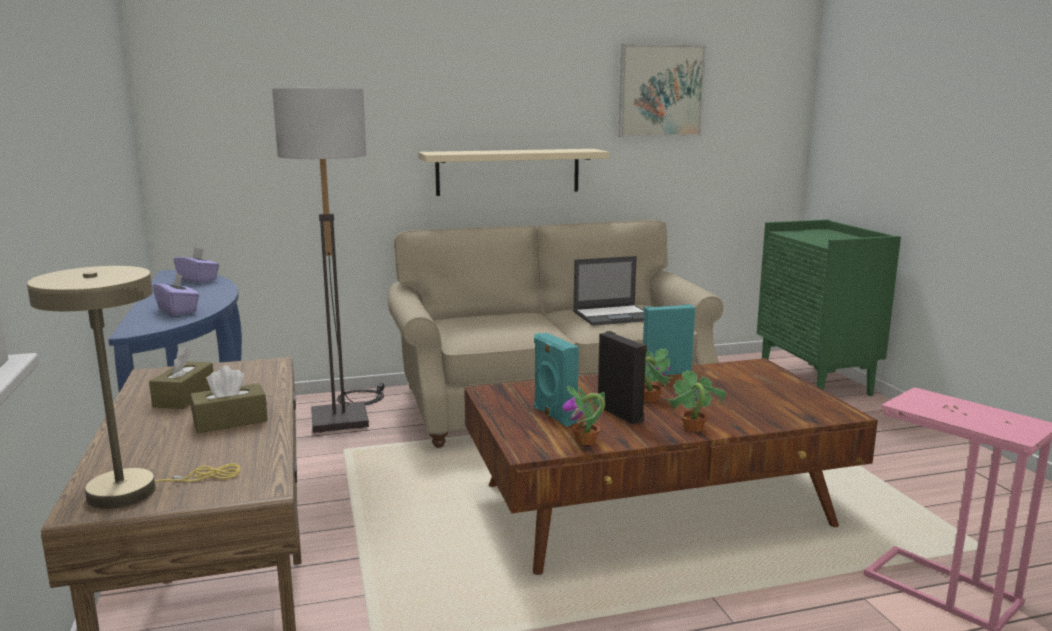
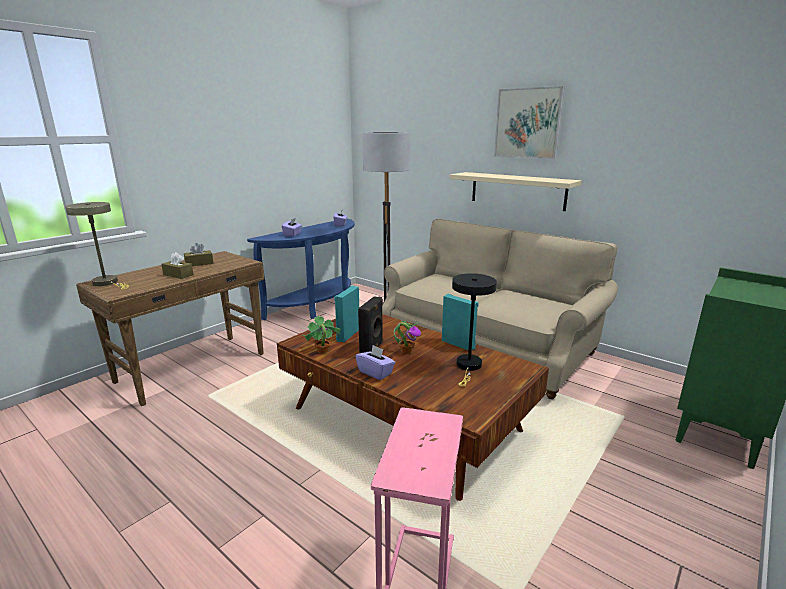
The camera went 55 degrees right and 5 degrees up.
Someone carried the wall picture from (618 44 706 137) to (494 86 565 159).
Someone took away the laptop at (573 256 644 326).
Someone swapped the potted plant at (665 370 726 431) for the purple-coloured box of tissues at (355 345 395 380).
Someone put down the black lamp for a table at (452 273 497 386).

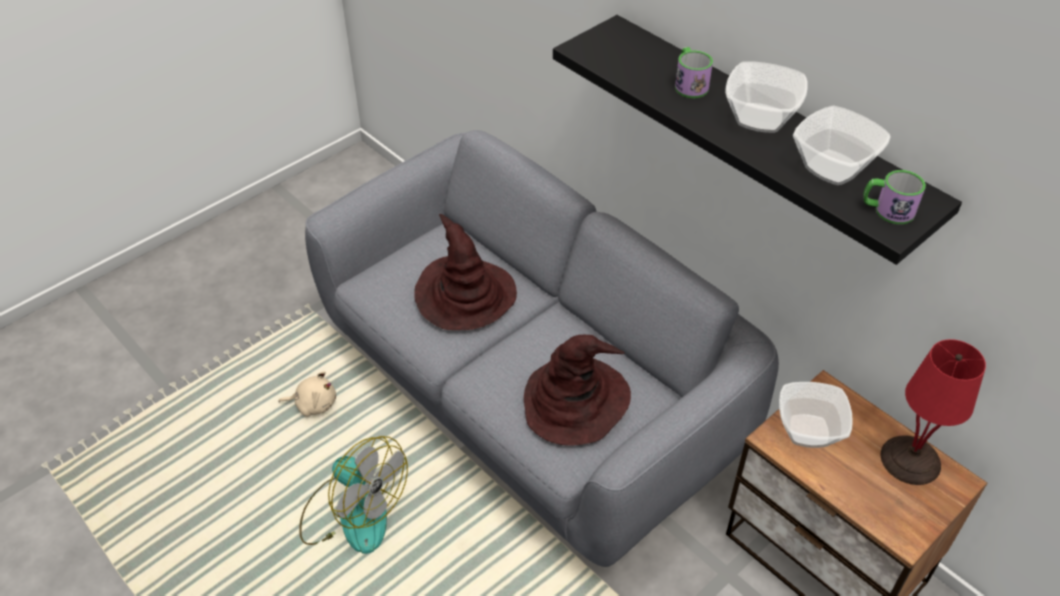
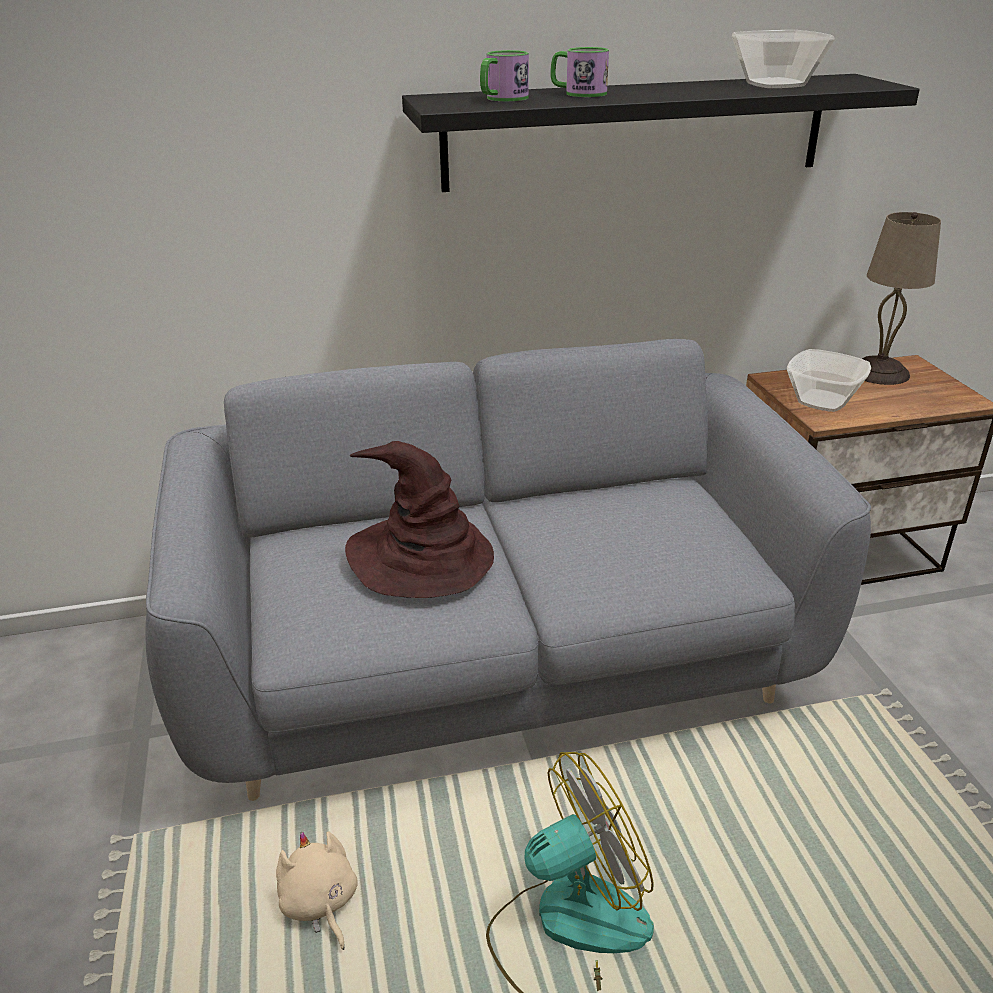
The camera went 60 degrees left and 15 degrees down.
Someone took away the serving bowl at (725 61 808 133).
Someone carried the coffee mug from (863 170 926 224) to (480 50 529 101).
Someone took away the brown hat at (524 335 631 446).
Someone repainted the red-coloured lamp for a table at (880 339 986 485), which became the beige lamp for a table at (862 212 941 385).
Someone rotated the beige cuddly toy at (279 371 336 417) by 60 degrees counterclockwise.

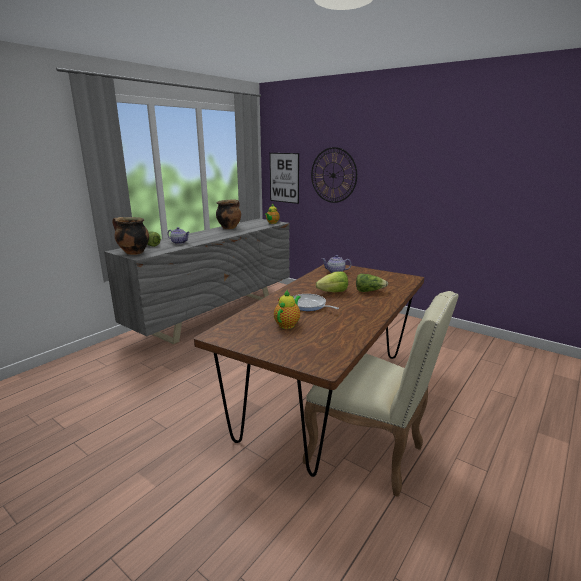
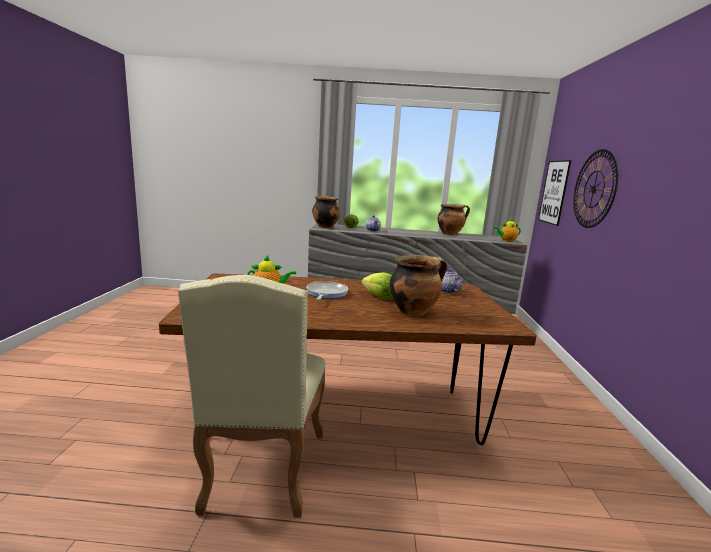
The camera went 55 degrees right and 5 degrees down.
Someone swapped the lettuce at (356 274 388 292) for the stockpot at (390 255 447 316).

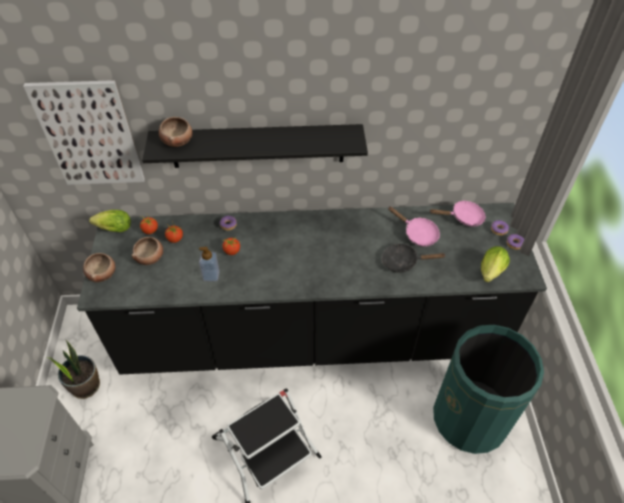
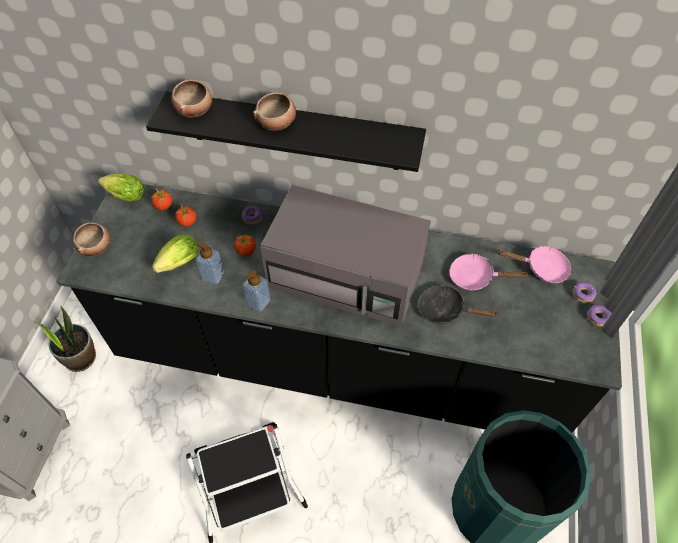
The camera went 15 degrees right and 5 degrees up.
Someone took away the wall picture at (23 80 145 185).
Someone rotated the pink-coloured skillet at (388 206 440 247) by 135 degrees clockwise.
Someone carried the serving bowl from (132 237 163 265) to (253 92 296 131).
Someone carried the lettuce from (481 246 510 282) to (152 234 198 273).
Someone put down the grey microwave oven at (260 185 431 327).
Someone put down the soap dispenser at (242 270 270 312).

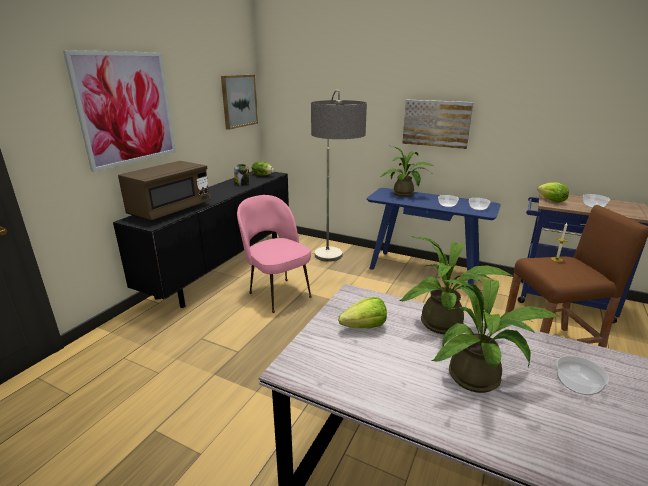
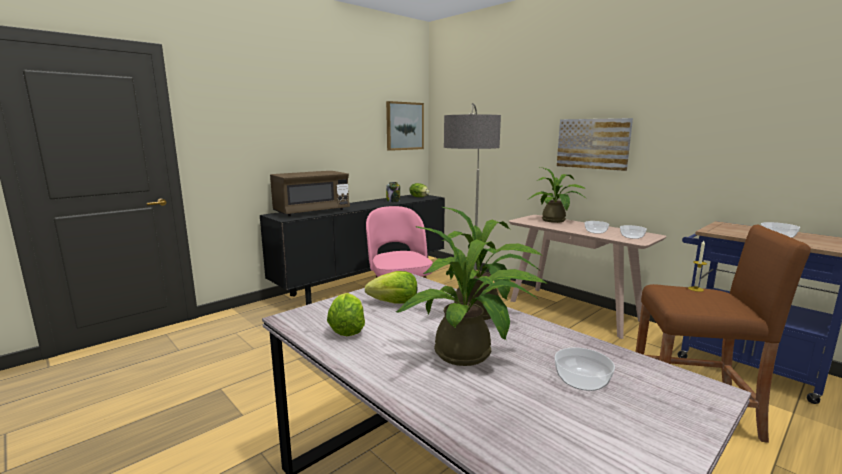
The camera went 20 degrees right and 10 degrees down.
Someone took away the wall picture at (63 50 176 172).
Someone carried the lettuce from (537 182 569 203) to (327 293 365 336).
Someone repainted the blue hall table at (367 188 501 285), which became the beige hall table at (509 215 666 339).

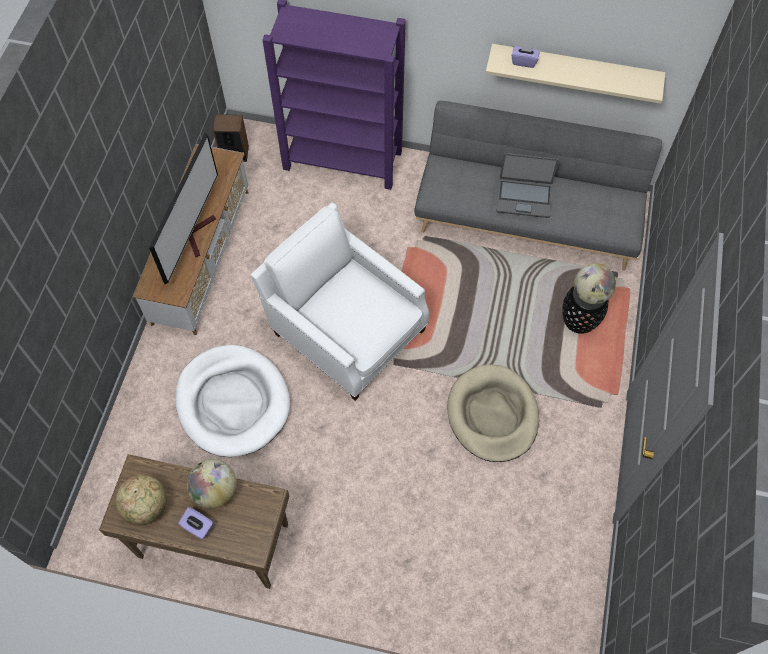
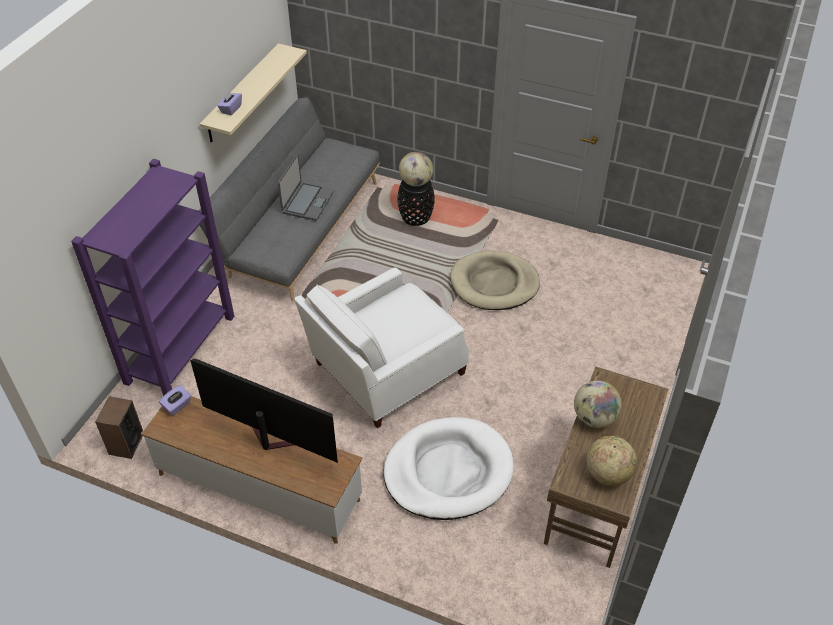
The camera went 80 degrees left and 15 degrees down.
Someone carried the purple-coloured box of tissues from (178 507 213 539) to (159 385 191 415).

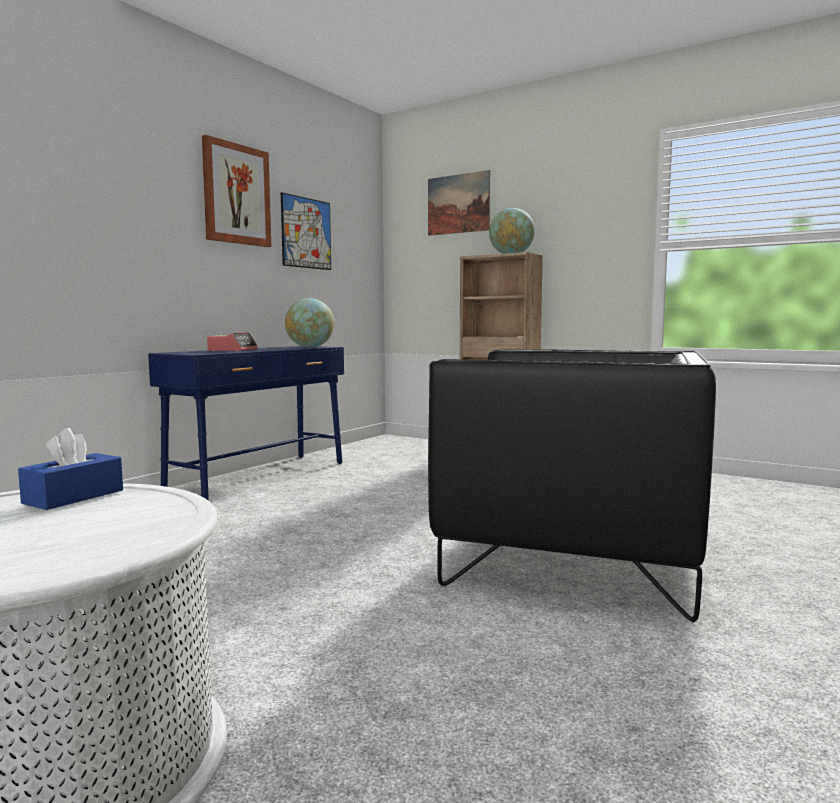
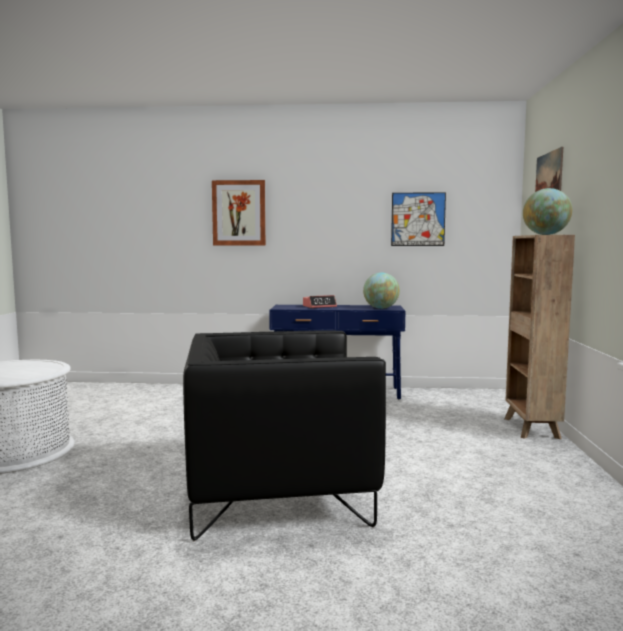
The camera went 60 degrees right and 0 degrees up.
Someone carried the wall picture from (202 135 271 247) to (212 180 266 245).
Someone rotated the black easy chair at (428 349 716 624) by 90 degrees clockwise.
Someone took away the blue box of tissues at (18 428 123 510).

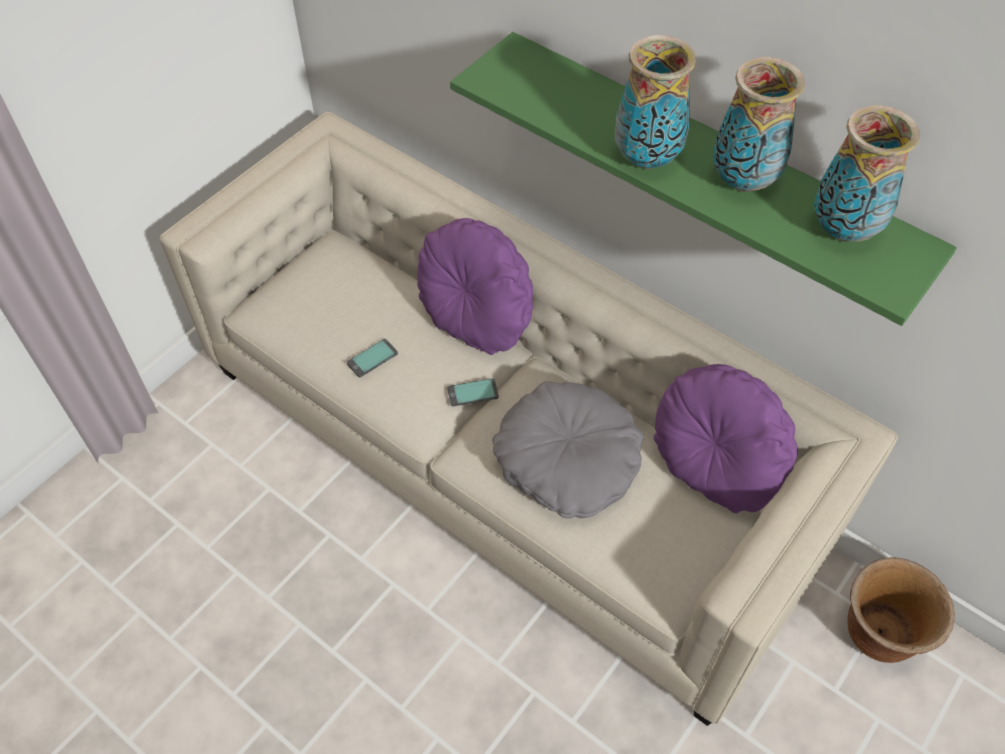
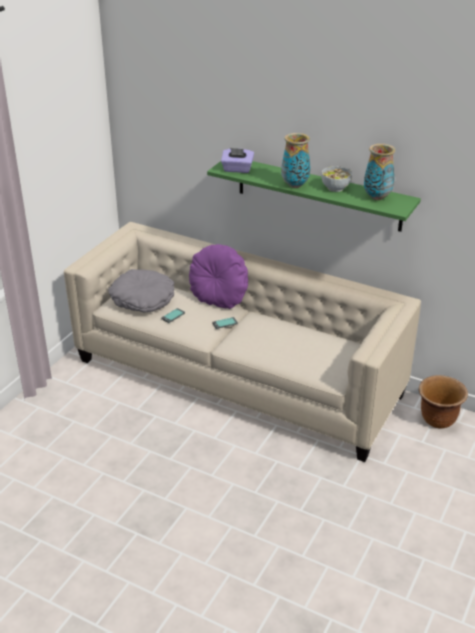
The camera went 10 degrees left and 20 degrees down.
Someone swapped the decorative vase at (713 57 805 192) for the serving bowl at (321 166 352 192).
Someone took away the purple-coloured cushion at (654 364 798 513).
Someone carried the grey cushion from (492 381 644 518) to (108 269 174 313).
Someone put down the purple-coloured box of tissues at (221 148 254 173).

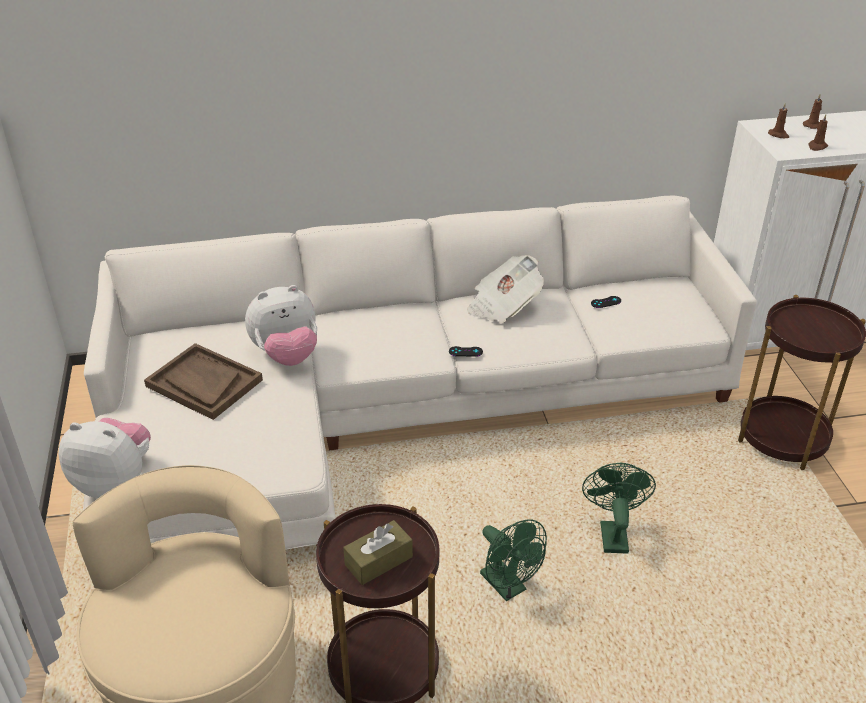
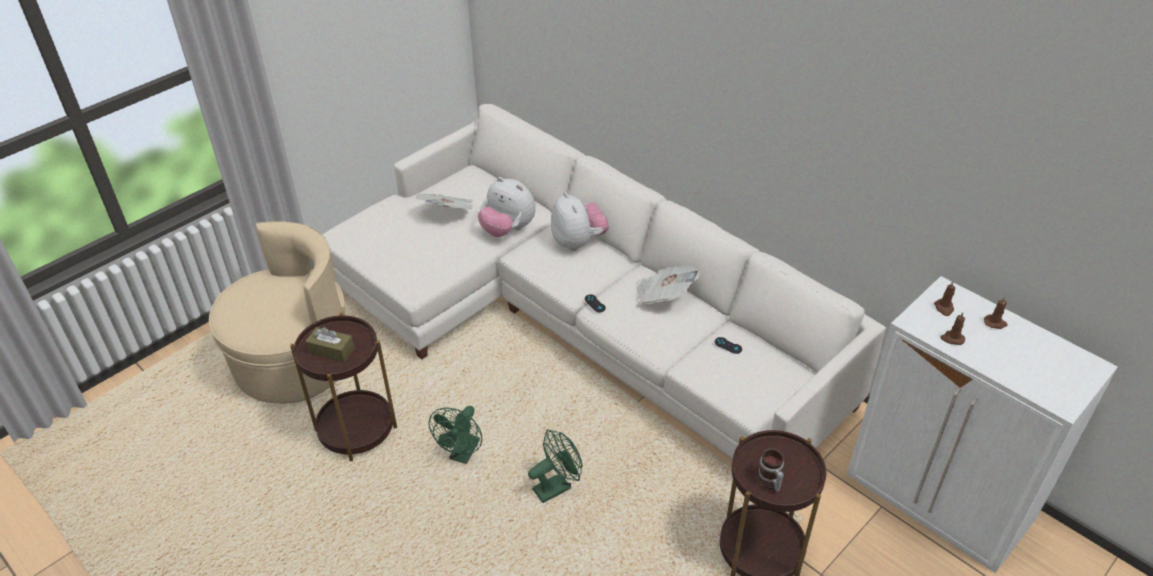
The camera went 55 degrees right and 5 degrees up.
Someone swapped the brown serving tray at (144 343 263 420) for the printed paper at (416 194 473 209).
Someone carried the cuddly toy from (59 418 151 498) to (551 192 609 251).
Someone put down the coffee mug at (755 448 784 492).

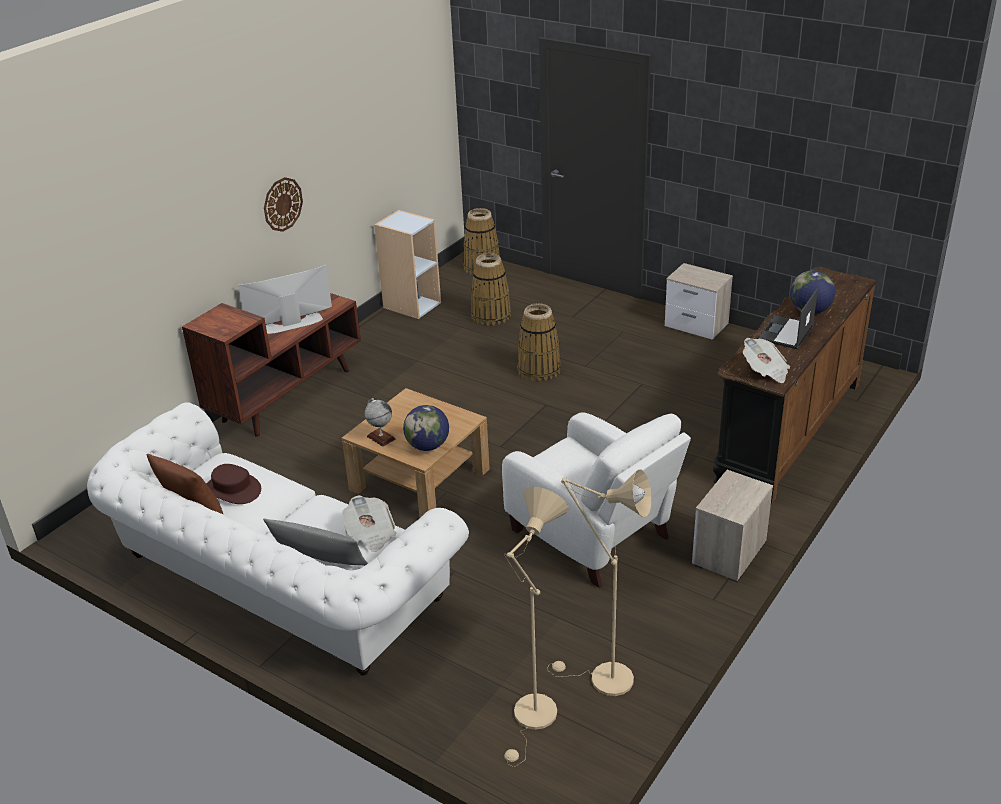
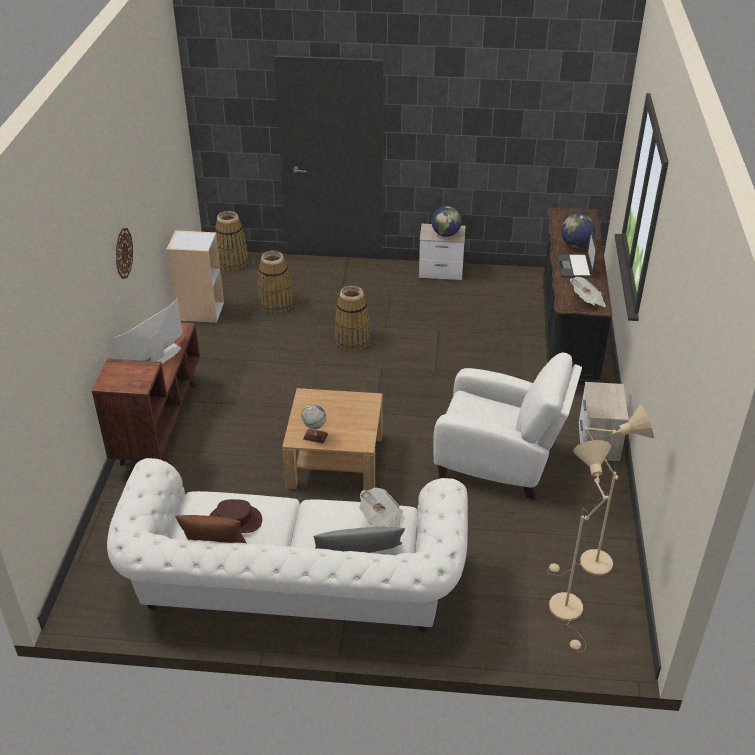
The camera went 30 degrees left and 5 degrees up.
Someone carried the desk globe from (403 405 449 451) to (431 206 462 237).

